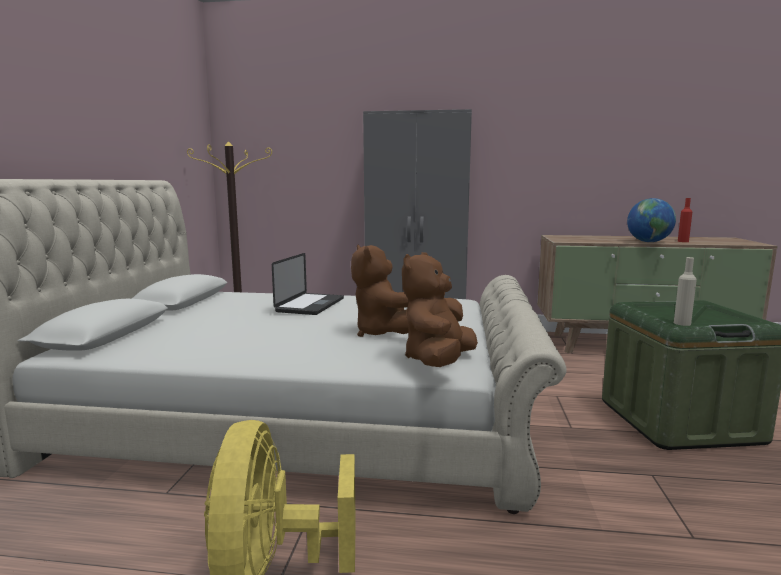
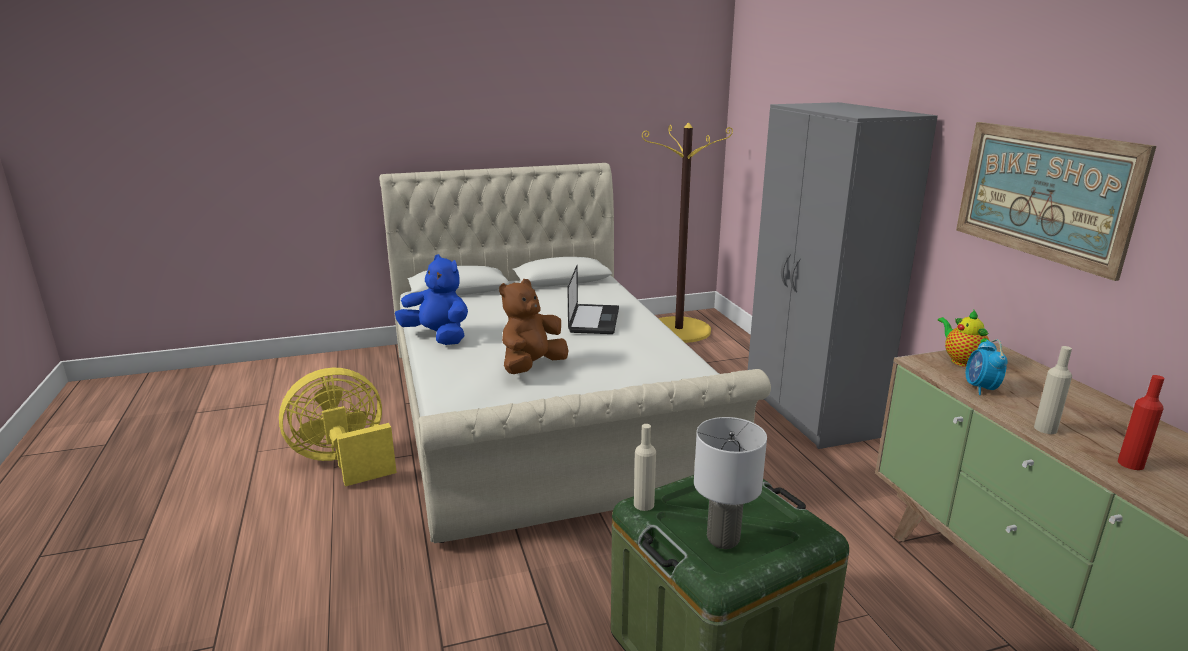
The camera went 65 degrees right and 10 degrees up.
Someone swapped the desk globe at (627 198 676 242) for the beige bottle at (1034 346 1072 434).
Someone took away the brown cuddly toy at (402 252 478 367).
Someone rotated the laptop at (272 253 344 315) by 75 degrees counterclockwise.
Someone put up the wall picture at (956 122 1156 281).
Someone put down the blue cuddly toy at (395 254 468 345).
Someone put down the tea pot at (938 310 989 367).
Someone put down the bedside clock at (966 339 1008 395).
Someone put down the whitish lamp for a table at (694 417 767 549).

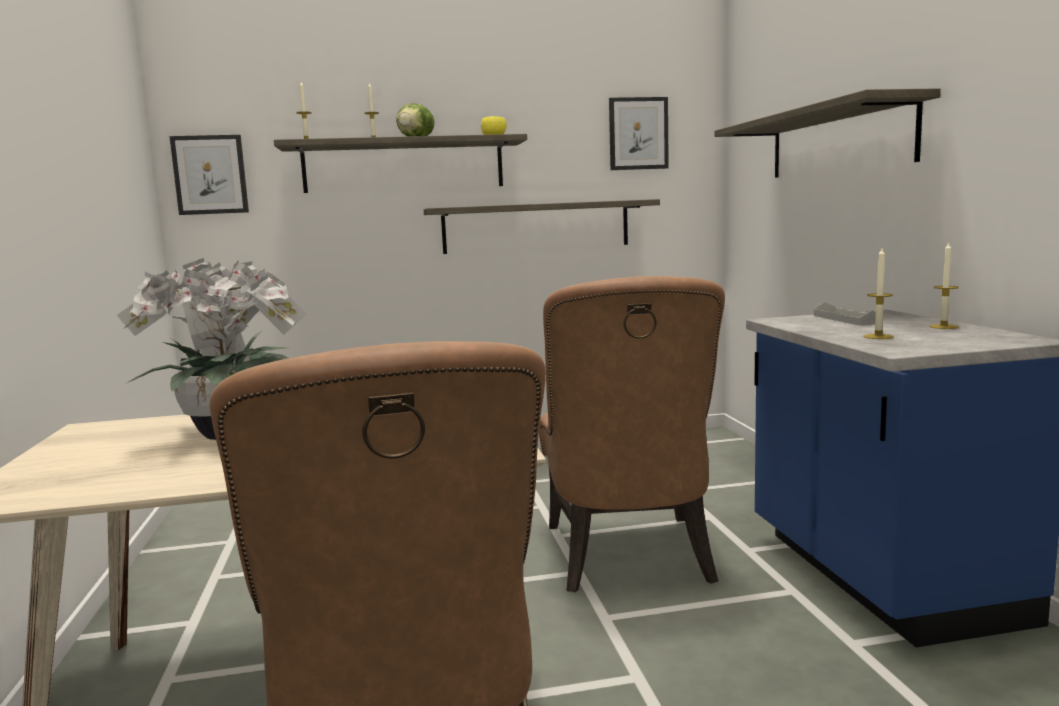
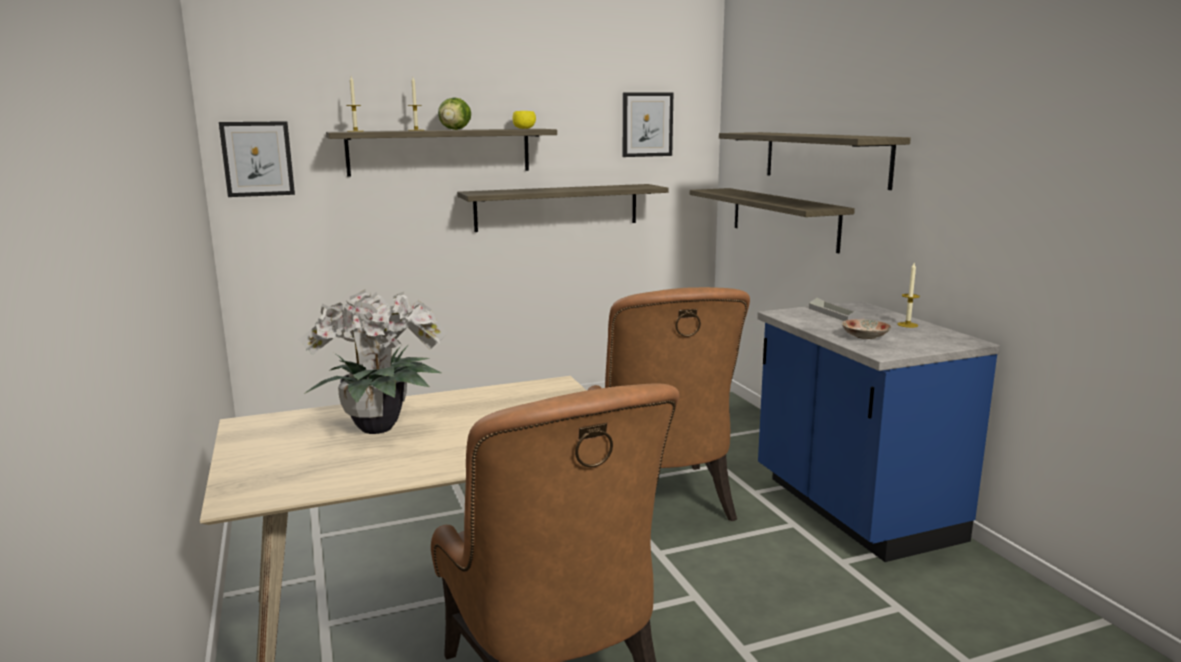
The camera went 10 degrees left and 5 degrees up.
Someone swapped the wax candle at (863 248 894 339) for the flat dish at (842 319 891 339).
Someone put up the bracket shelf at (690 188 855 253).

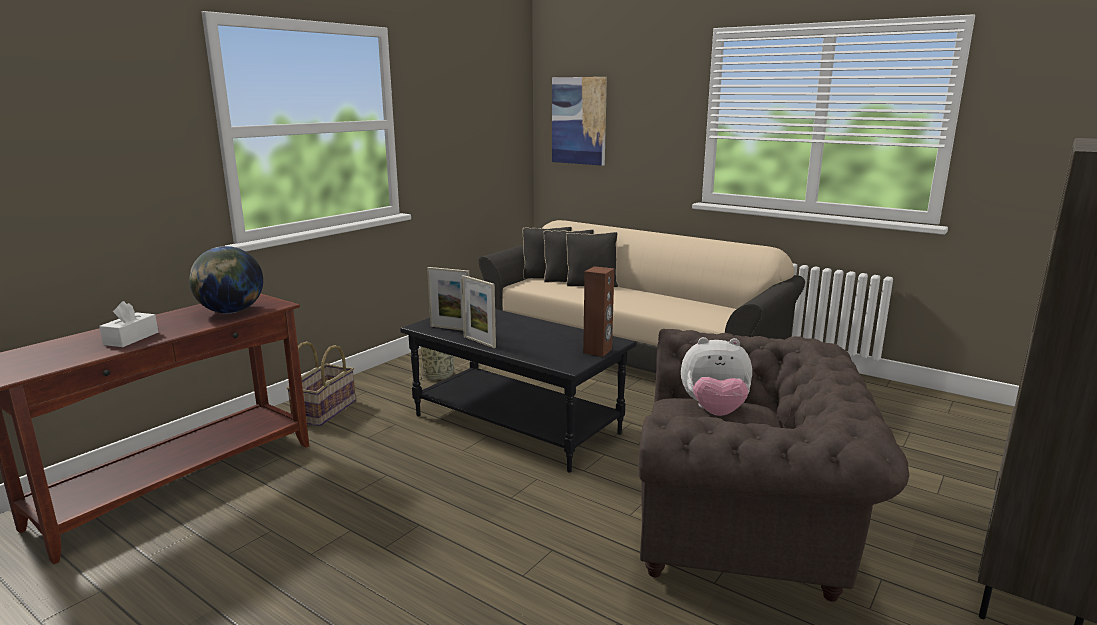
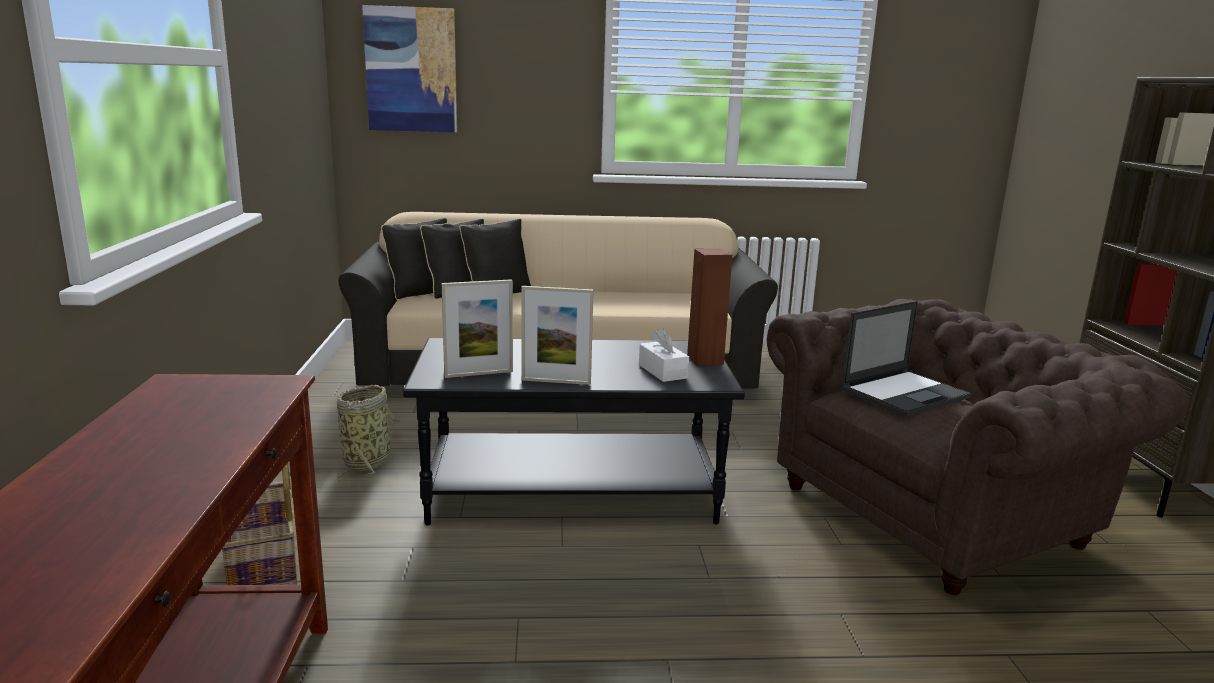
The camera went 40 degrees left and 0 degrees up.
Someone took away the desk globe at (189 246 263 313).
Someone carried the whitish box of tissues from (99 301 158 347) to (639 328 689 382).
Someone swapped the cuddly toy at (681 337 752 416) for the laptop at (841 301 971 417).

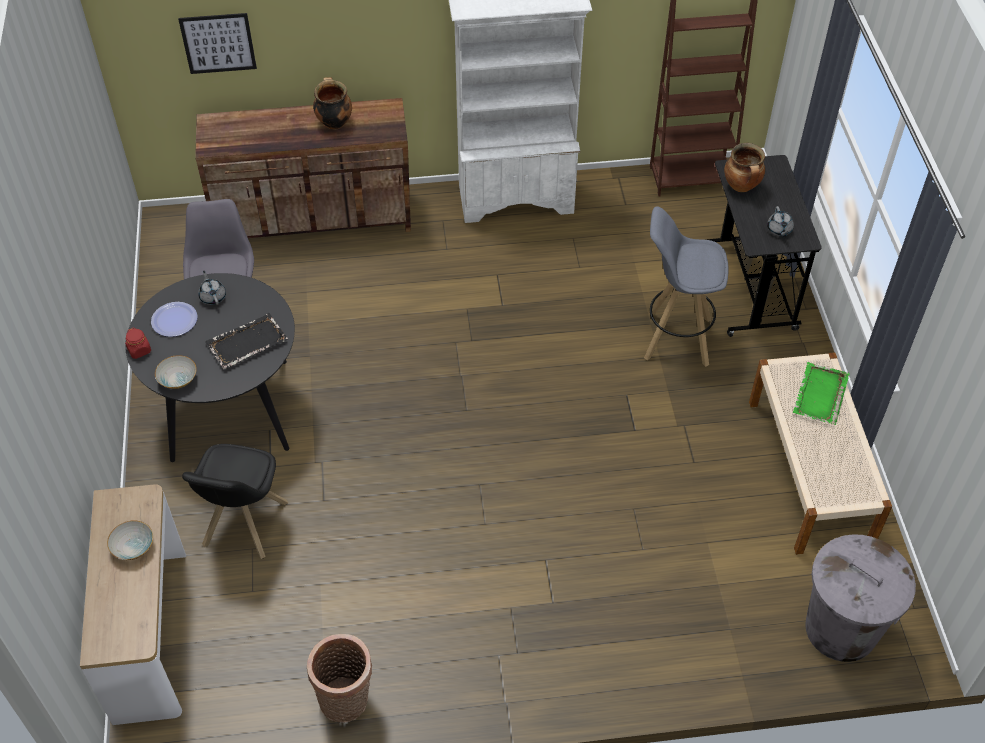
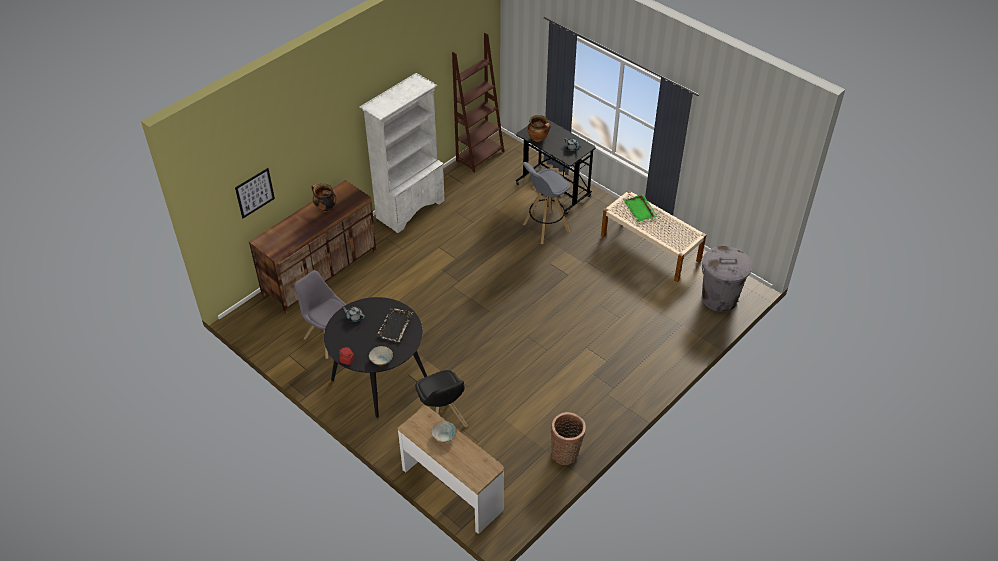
The camera went 40 degrees left and 5 degrees down.
Someone took away the flat dish at (151 302 197 337).

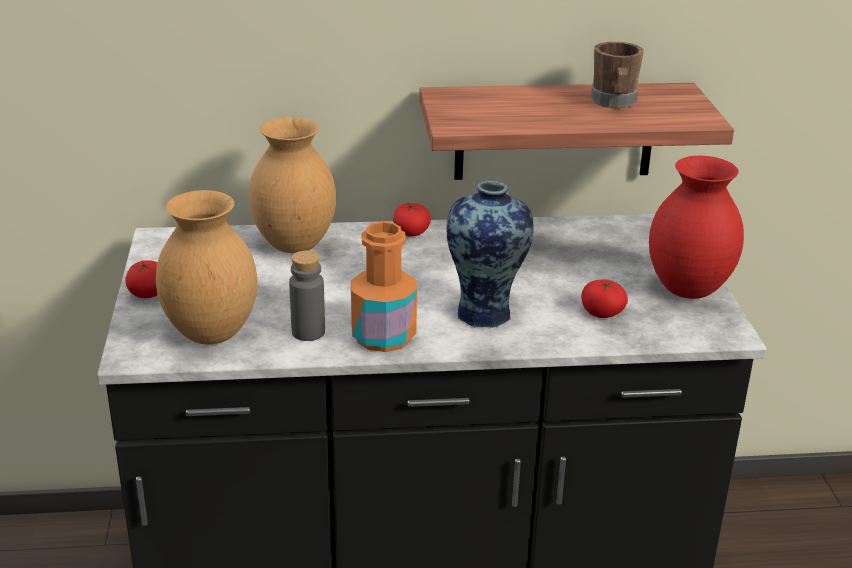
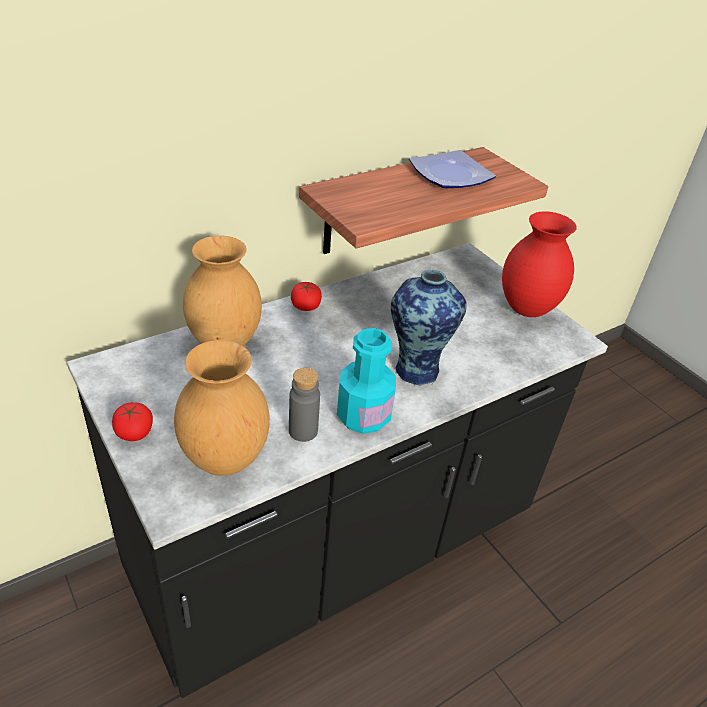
The camera went 30 degrees left and 10 degrees up.
Someone swapped the brown coffee mug at (591 41 644 108) for the flat dish at (409 150 496 188).
Someone repainted the orange bottle at (351 221 417 352), which became the blue-green bottle at (337 328 396 434).
Someone took away the whole tomato at (581 279 628 318).

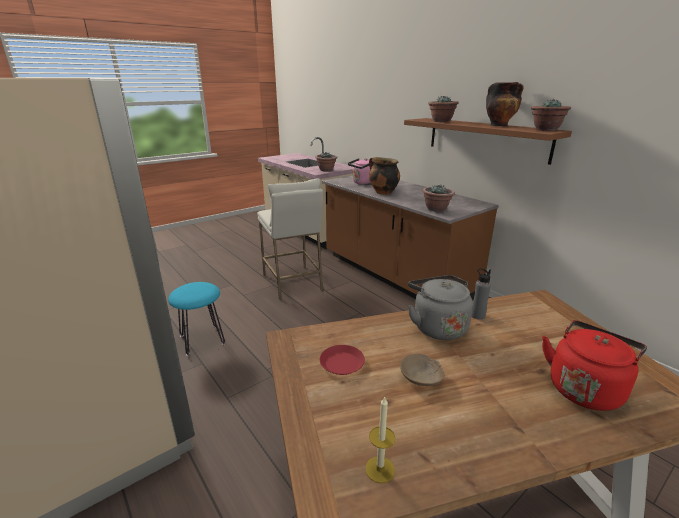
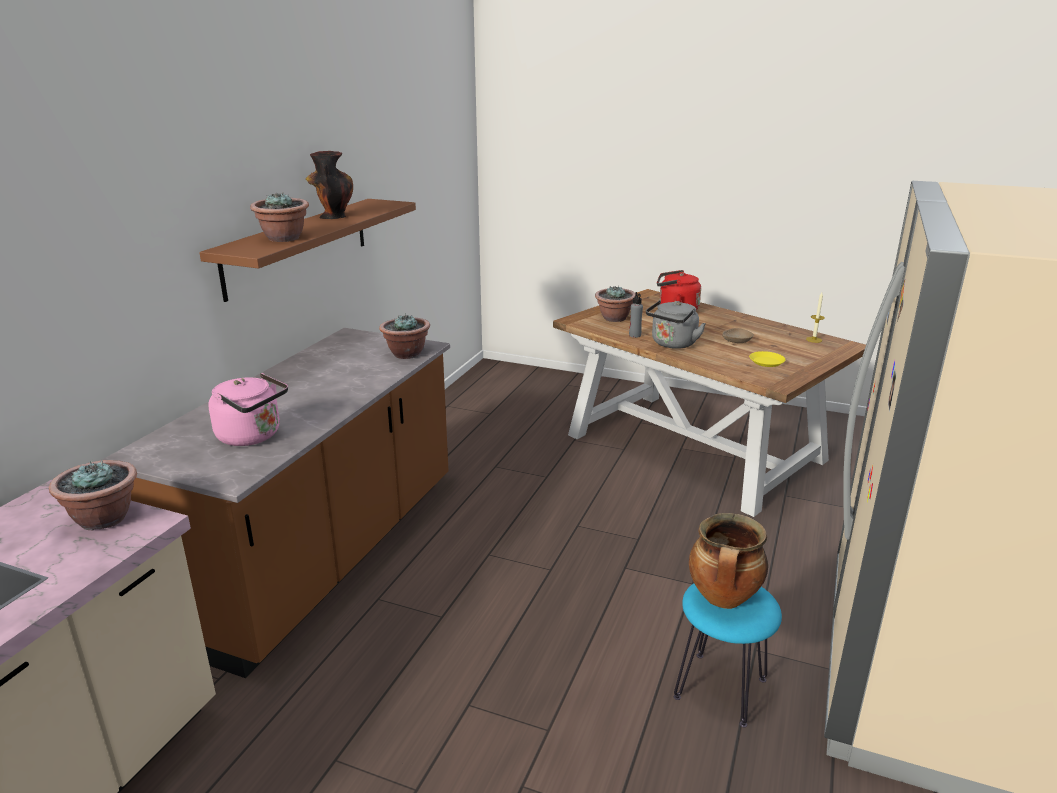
The camera went 120 degrees left and 0 degrees up.
Someone carried the potted plant from (531 99 571 131) to (595 286 636 322).
Someone carried the stockpot from (369 157 400 195) to (689 513 768 609).
Someone took away the whitish sitting stool at (257 179 323 300).
Someone repainted the red-coloured flat dish at (320 345 365 375), which became the yellow-coloured flat dish at (749 351 786 367).

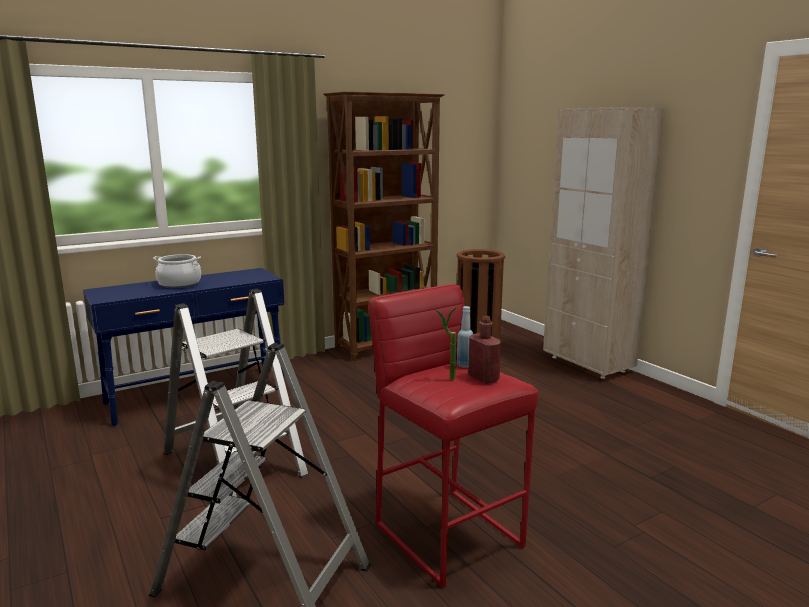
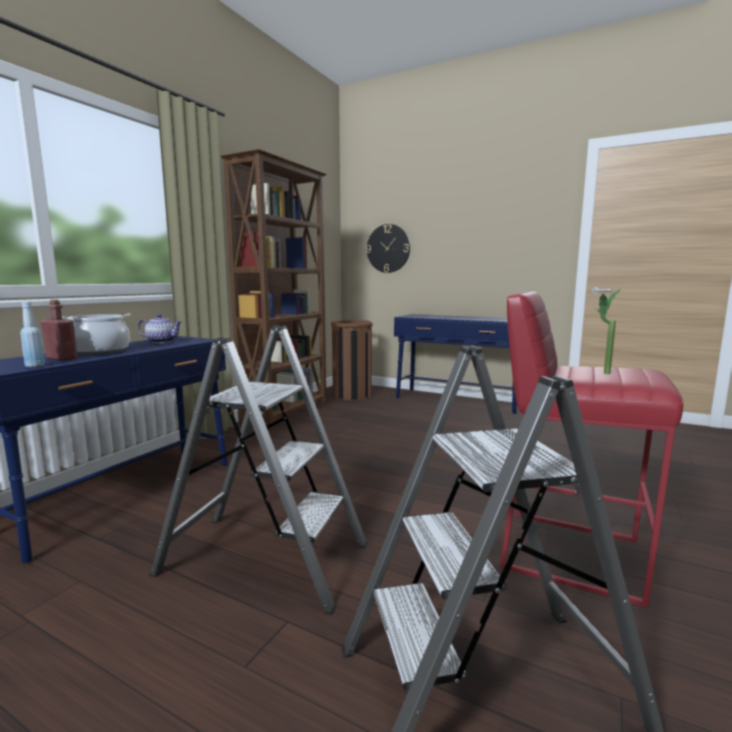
The camera went 30 degrees left and 5 degrees down.
Someone swapped the beige cupboard at (543 107 665 379) for the blue hall table at (394 314 517 414).
Someone carried the blue bottle from (457 306 473 367) to (20 302 45 367).
Someone carried the red-coloured bottle from (468 316 502 384) to (41 300 77 361).
Someone put up the hanging clock at (366 224 410 273).
Someone put down the tea pot at (137 314 183 343).

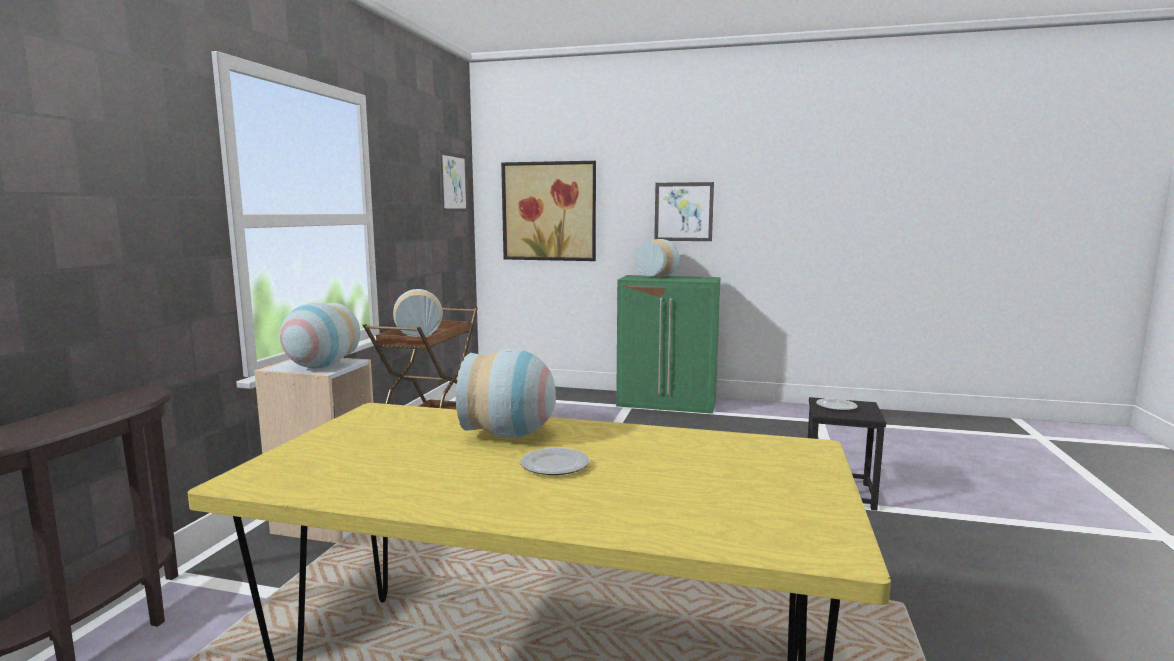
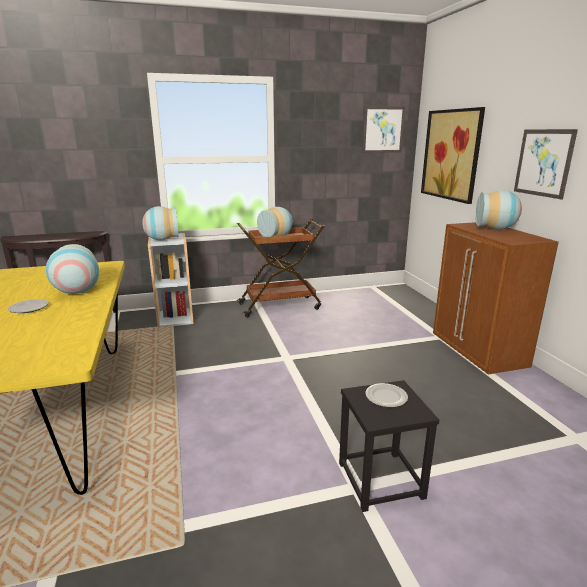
The camera went 60 degrees right and 10 degrees up.
Someone repainted the green-coloured cupboard at (616 275 721 414), which became the brown cupboard at (433 222 559 375).

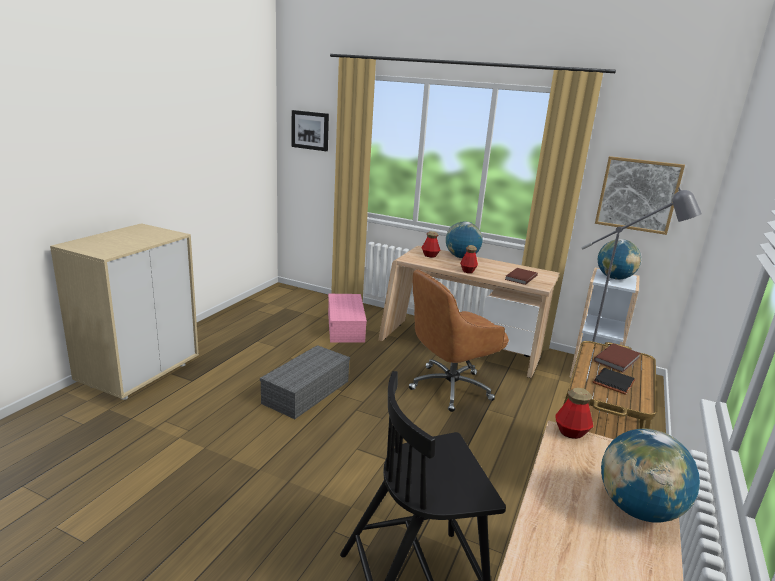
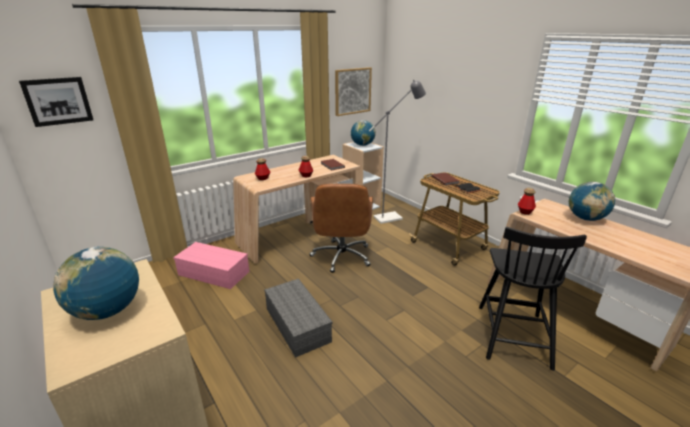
The camera went 60 degrees left and 5 degrees up.
Someone carried the desk globe from (446 221 483 258) to (53 247 139 320).

